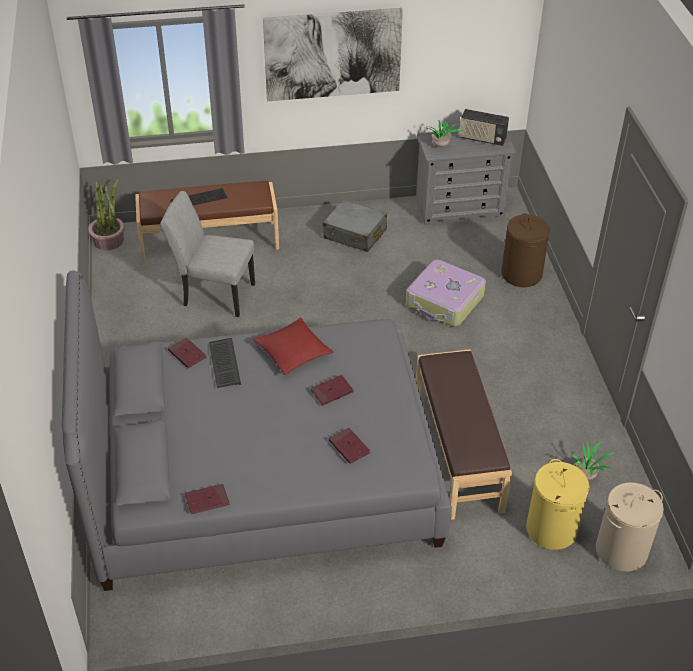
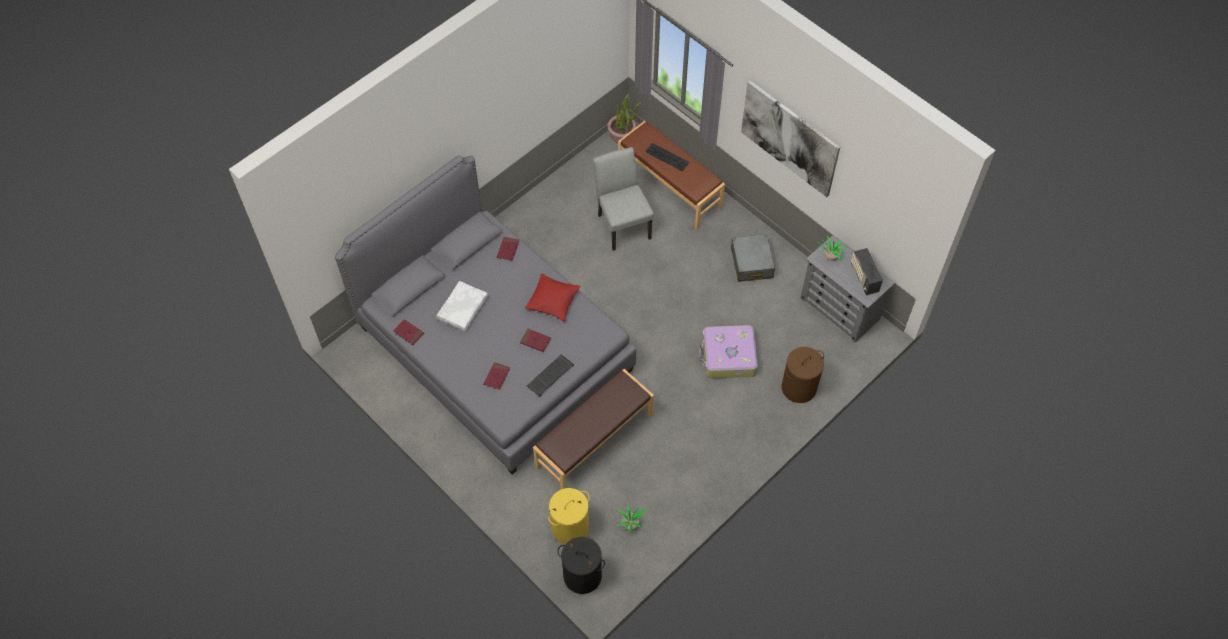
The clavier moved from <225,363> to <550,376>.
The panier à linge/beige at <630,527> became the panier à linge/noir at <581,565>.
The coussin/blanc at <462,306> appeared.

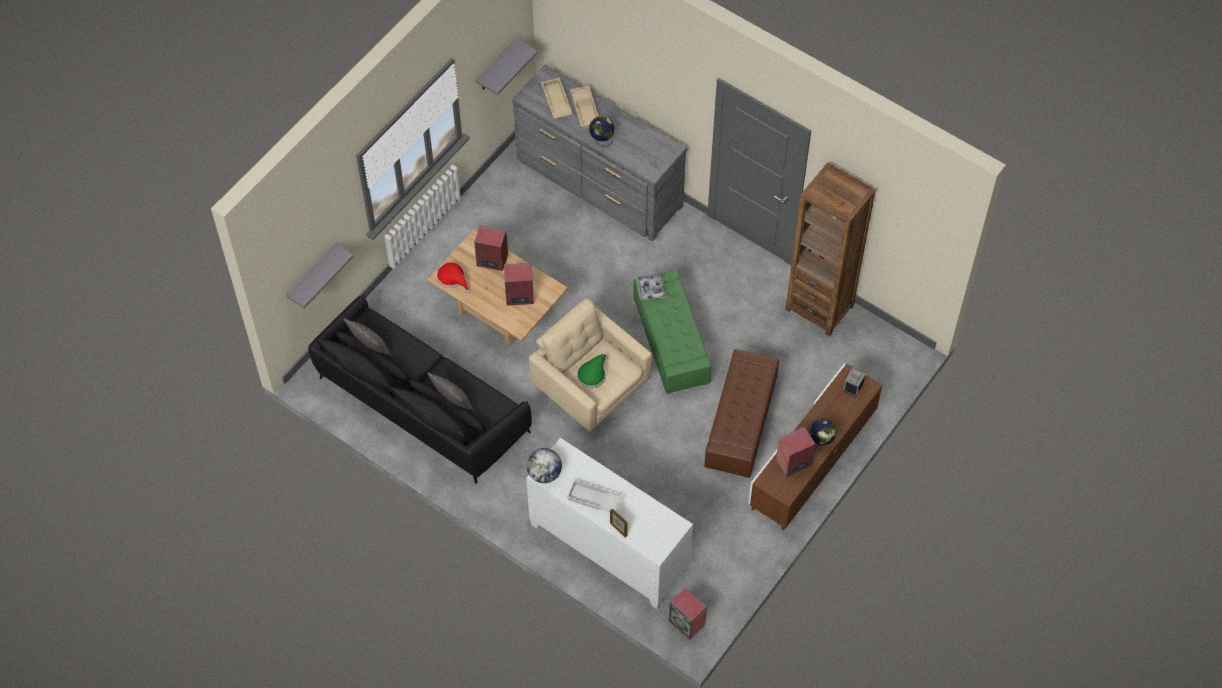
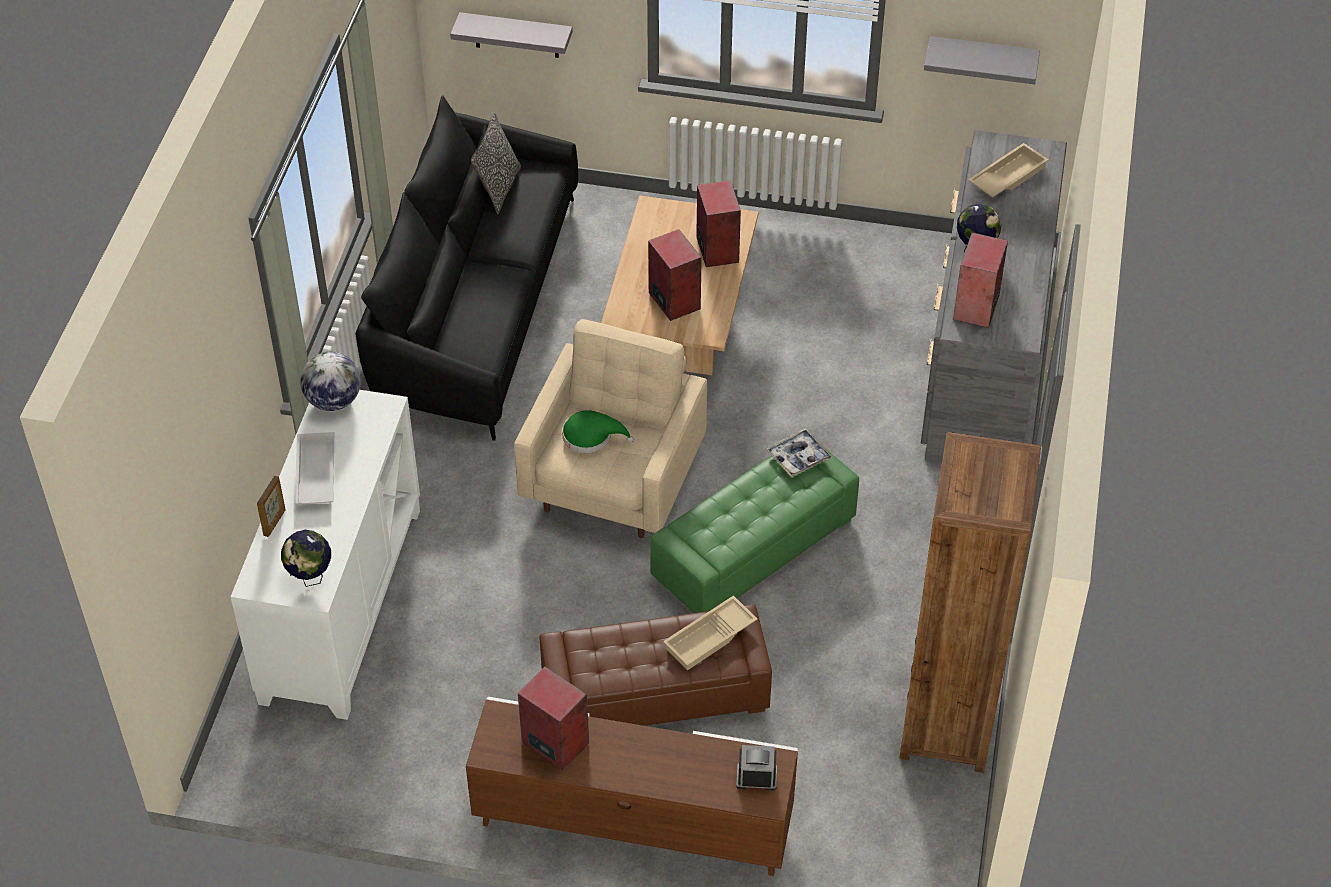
The plateau/beige moved from <584,108> to <710,632>.
The chapeau/rouge at <453,278> disappeared.
The coussin at <451,392> disappeared.
The globe moved from <823,431> to <306,558>.
The enceinte moved from <688,614> to <980,280>.

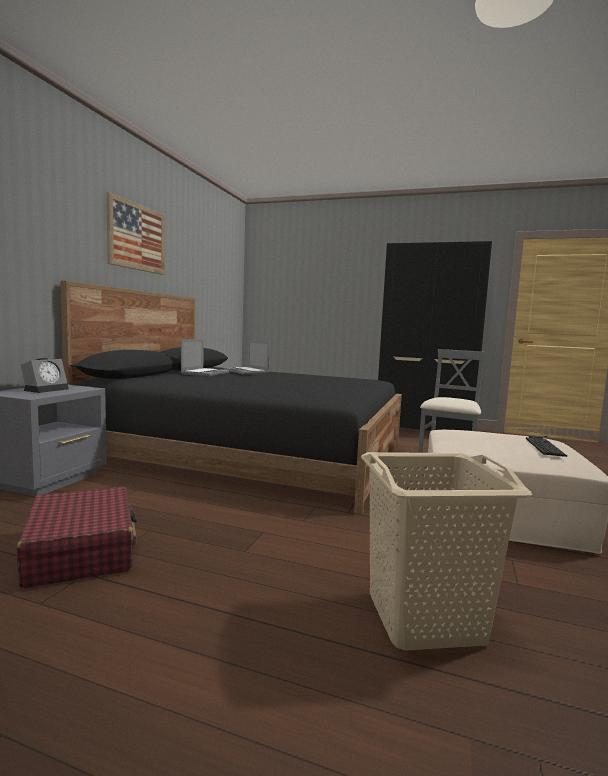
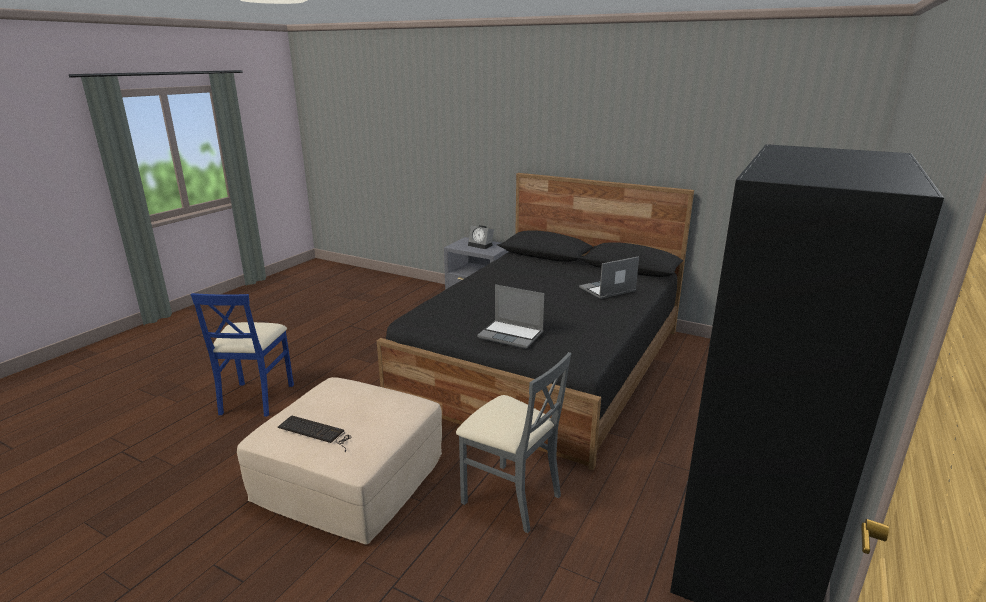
The tableau at <135,233> disappeared.
The ordinateur portable moved from <205,357> to <510,316>.
The panier à linge/beige at <446,551> was replaced by the chaise/bleu at <242,354>.
The valise/rouge at <77,537> disappeared.

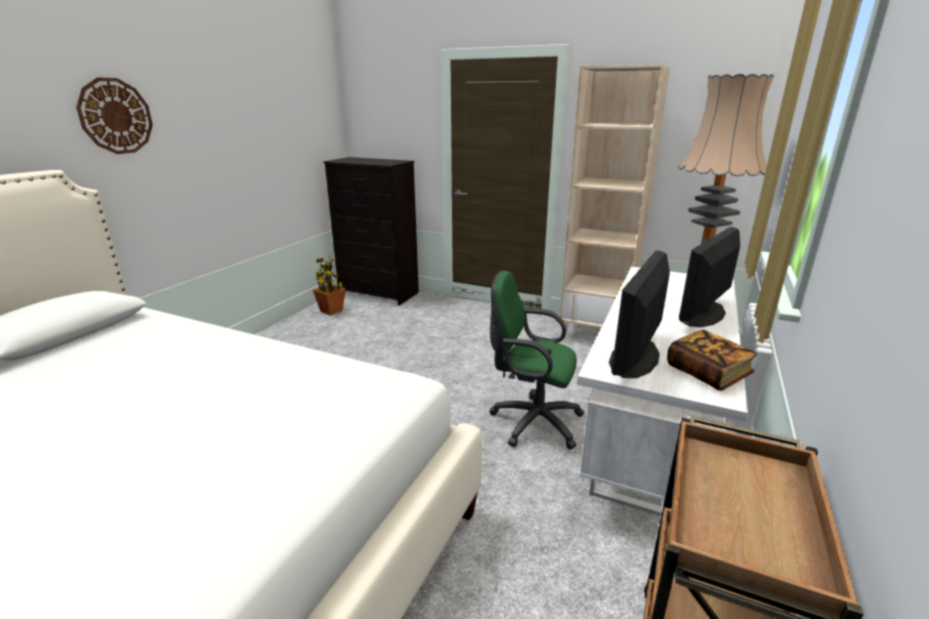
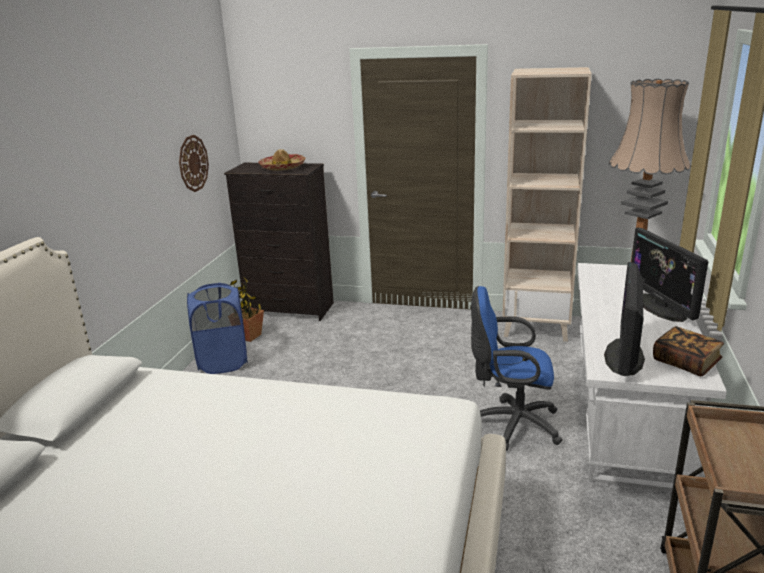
The horloge murale moved from <114,115> to <194,163>.
The écran d'ordinateur at <709,277> turned 45 degrees counterclockwise.
The chaise de bureau/vert at <536,360> became the chaise de bureau/bleu at <517,368>.
The chapeau at <282,159> appeared.
The panier à linge/bleu at <217,328> appeared.

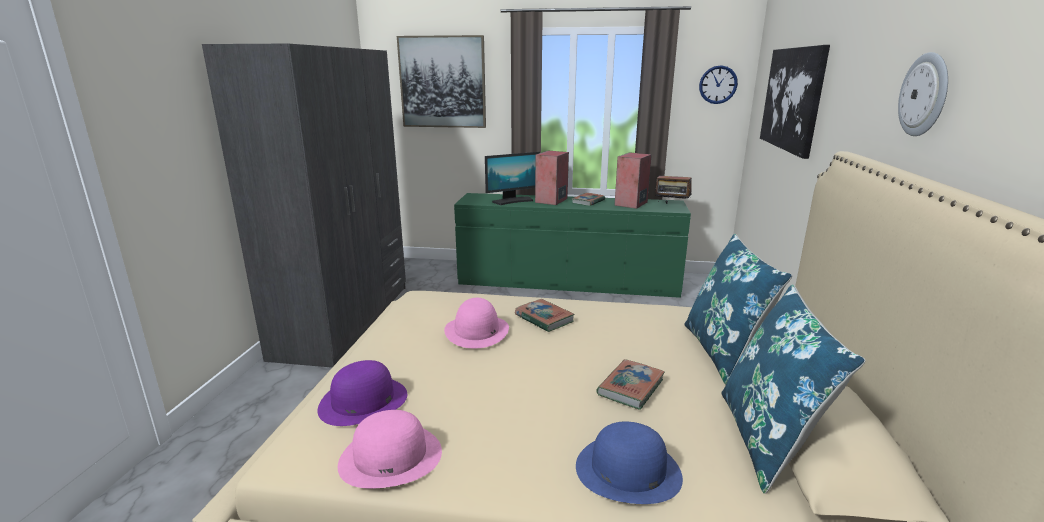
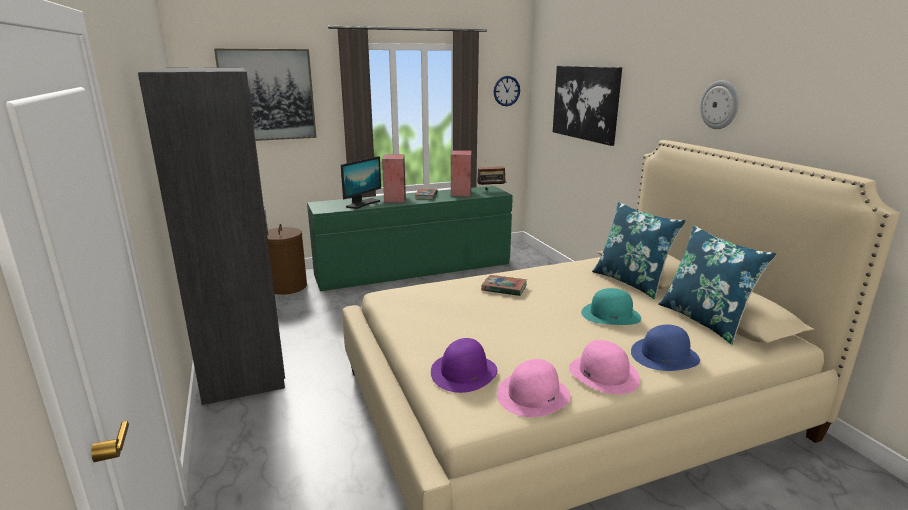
The chapeau/rose moved from <476,323> to <604,367>.
The livre at <630,384> was replaced by the chapeau/turquoise at <611,306>.
The panier à linge/marron at <287,259> appeared.

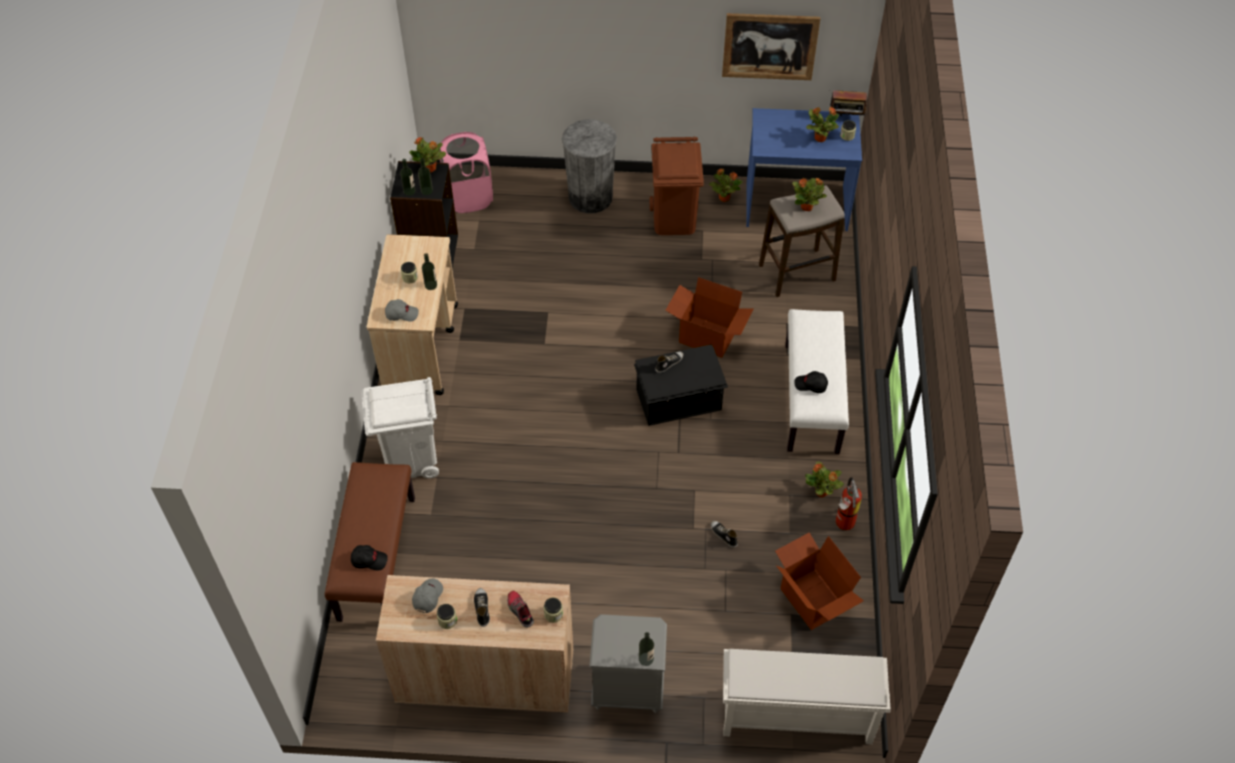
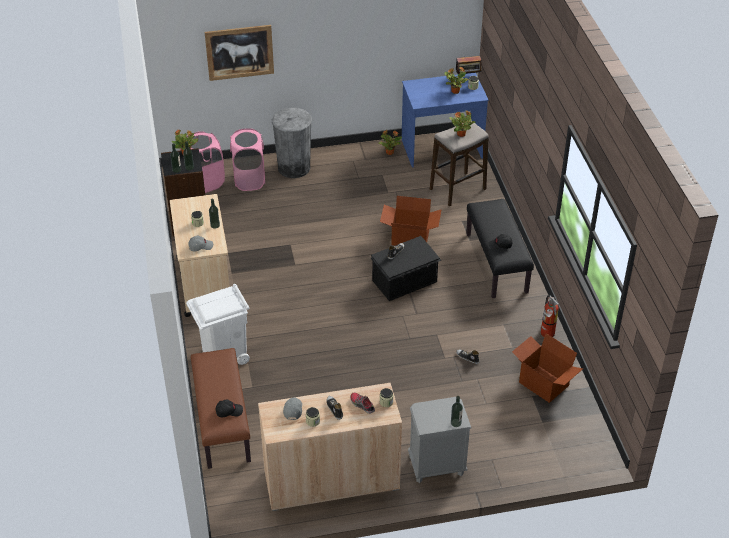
The tableau moved from <771,46> to <239,53>.
The poubelle/marron at <676,185> disappeared.
The banc/blanc at <817,381> became the banc/noir at <500,248>.
The plante en pot at <824,480> disappeared.
The étagère à chaussures/blanc at <807,696> disappeared.
The panier à linge/rose at <247,159> appeared.

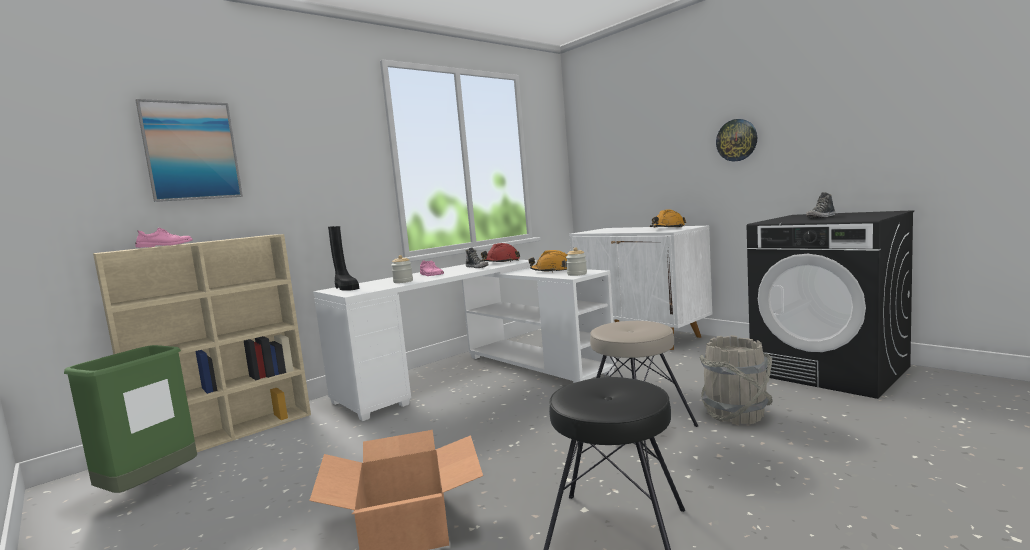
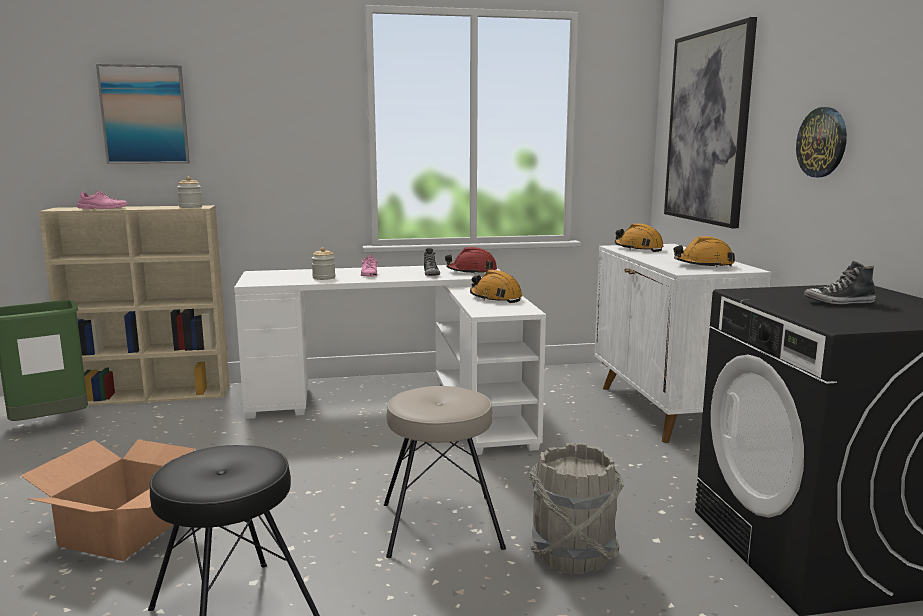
The botte/noir at <343,258> disappeared.
The bocal moved from <576,262> to <189,192>.
The tableau at <710,122> appeared.
The casque de chantier/orange at <639,237> appeared.

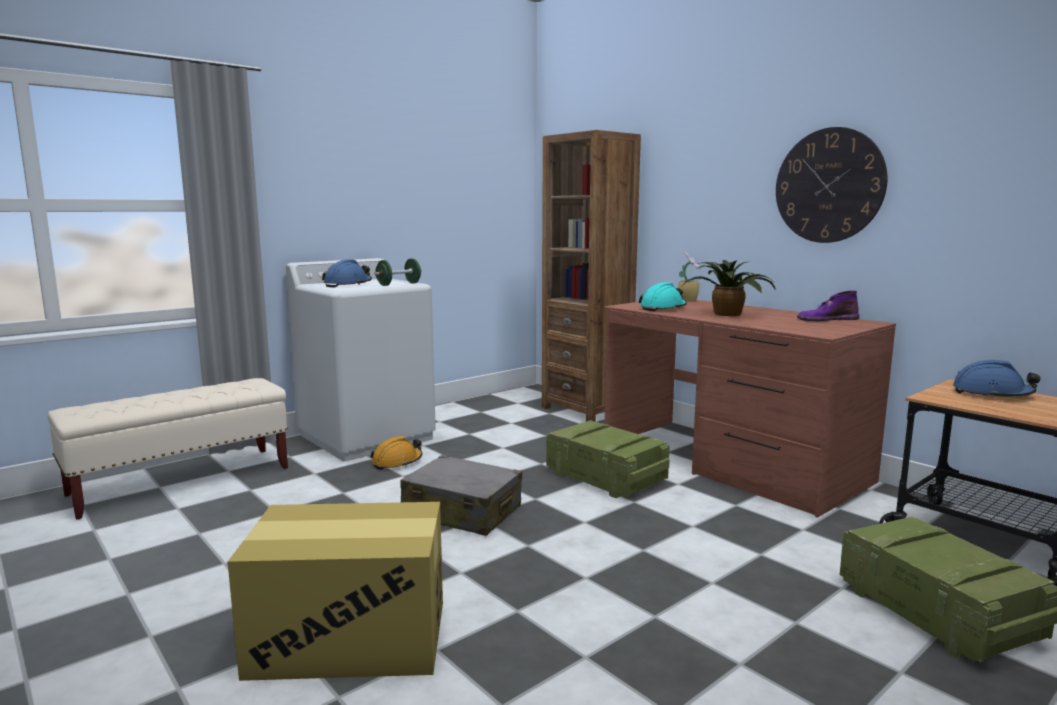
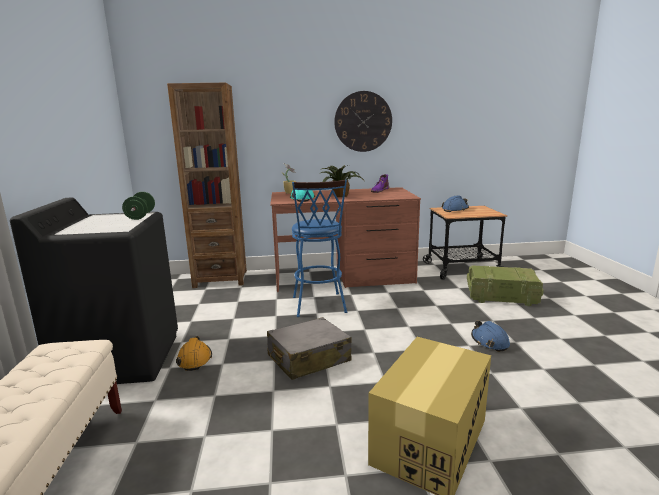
The lave-linge/blanc at <361,359> became the lave-linge/noir at <94,291>.
The casque de chantier/bleu moved from <347,273> to <490,336>.
The caisse at <608,459> was replaced by the tabouret/bleu at <319,248>.

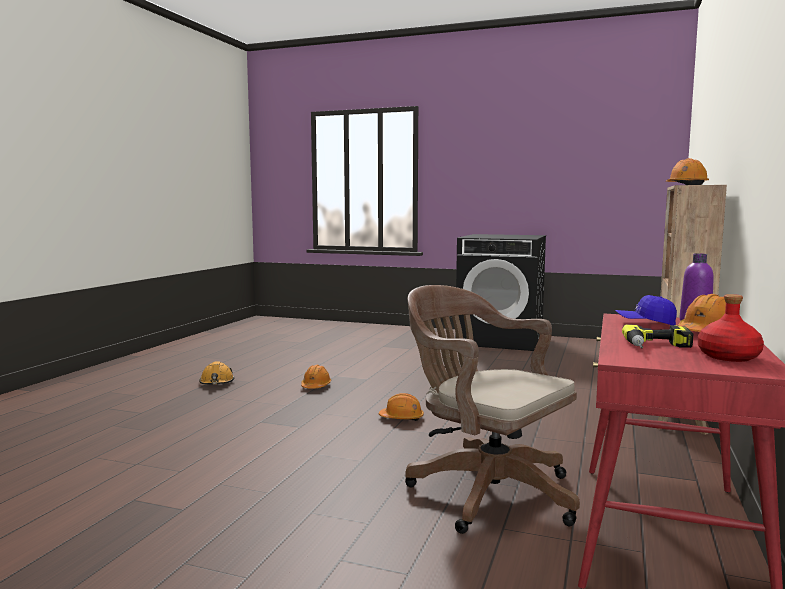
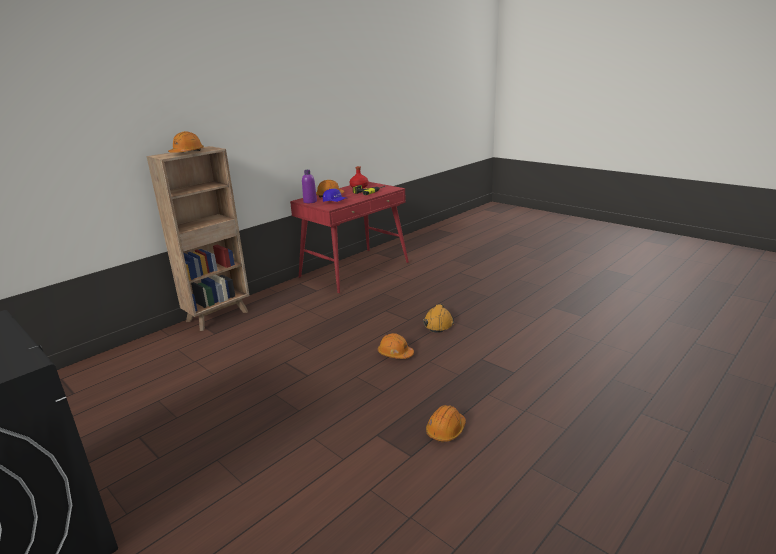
The chaise de bureau/marron at <492,409> disappeared.
The casque de chantier/orange moved from <216,372> to <438,318>.

